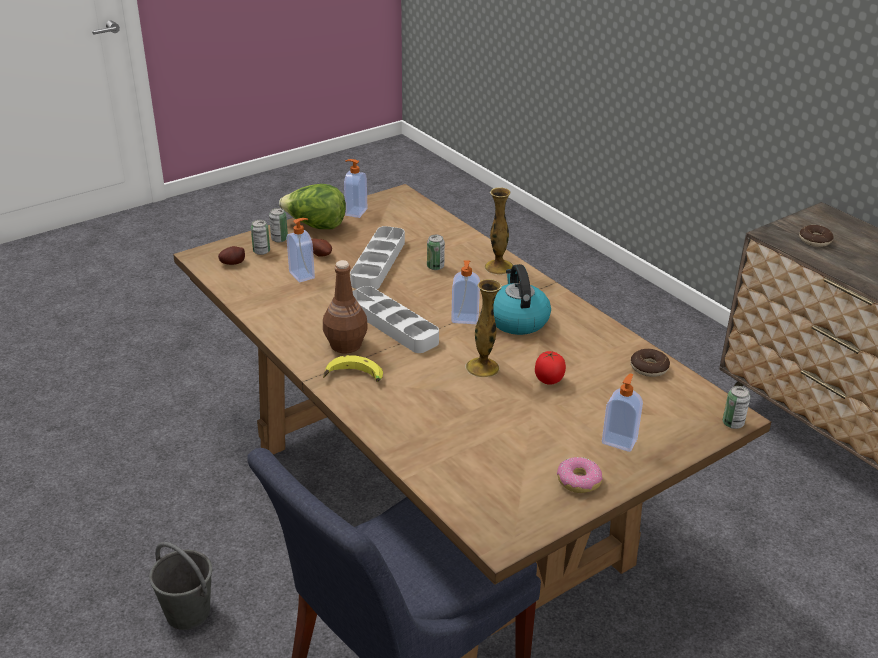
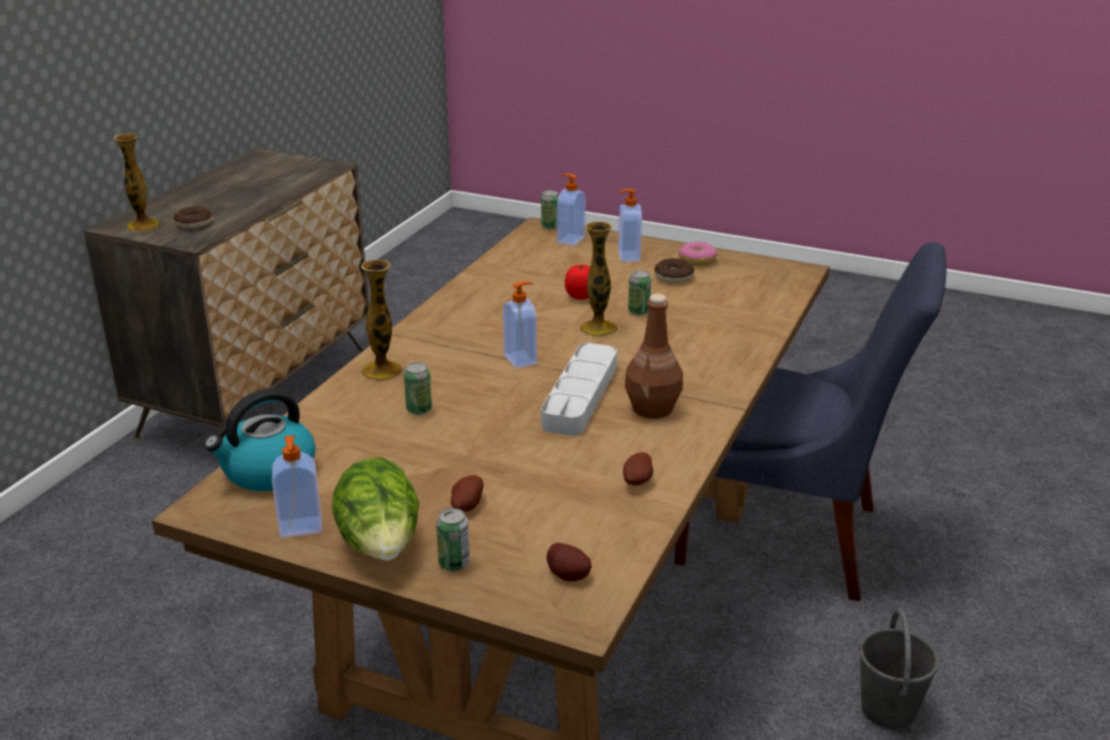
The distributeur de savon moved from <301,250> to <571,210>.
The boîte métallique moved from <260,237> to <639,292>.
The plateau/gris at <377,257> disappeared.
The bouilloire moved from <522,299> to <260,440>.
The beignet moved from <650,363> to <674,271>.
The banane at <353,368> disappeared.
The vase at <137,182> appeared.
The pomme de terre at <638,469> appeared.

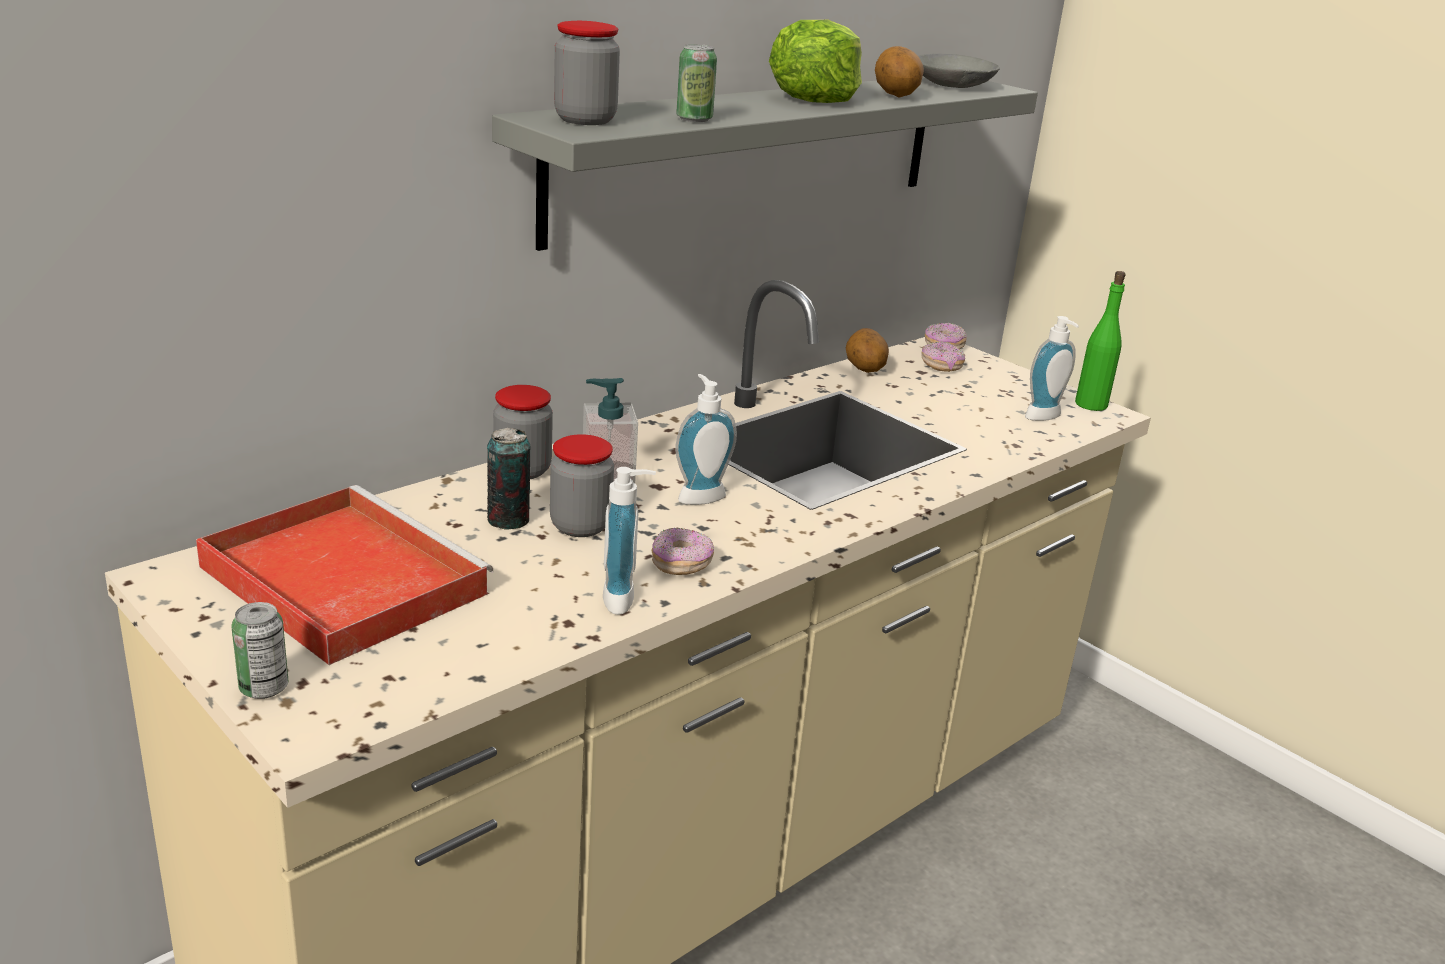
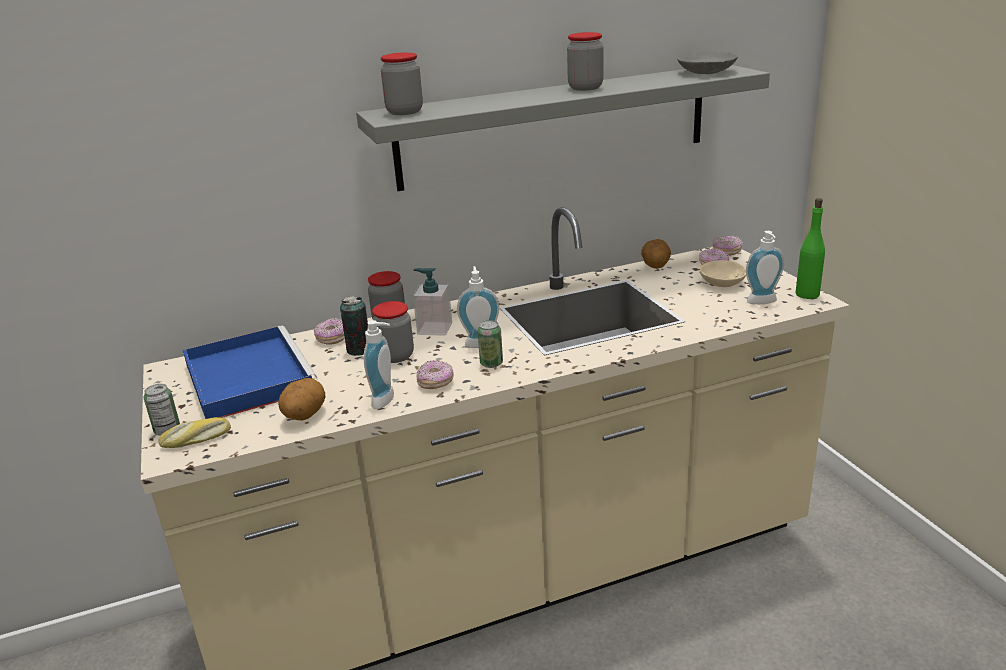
The laitue at <815,61> was replaced by the bocal at <585,61>.
The boîte métallique moved from <696,83> to <490,344>.
The pomme de terre moved from <899,71> to <301,399>.
The plateau/rouge at <345,575> became the plateau/bleu at <250,372>.
The bol/beige at <723,273> appeared.
The beignet at <329,331> appeared.
The pain at <194,432> appeared.

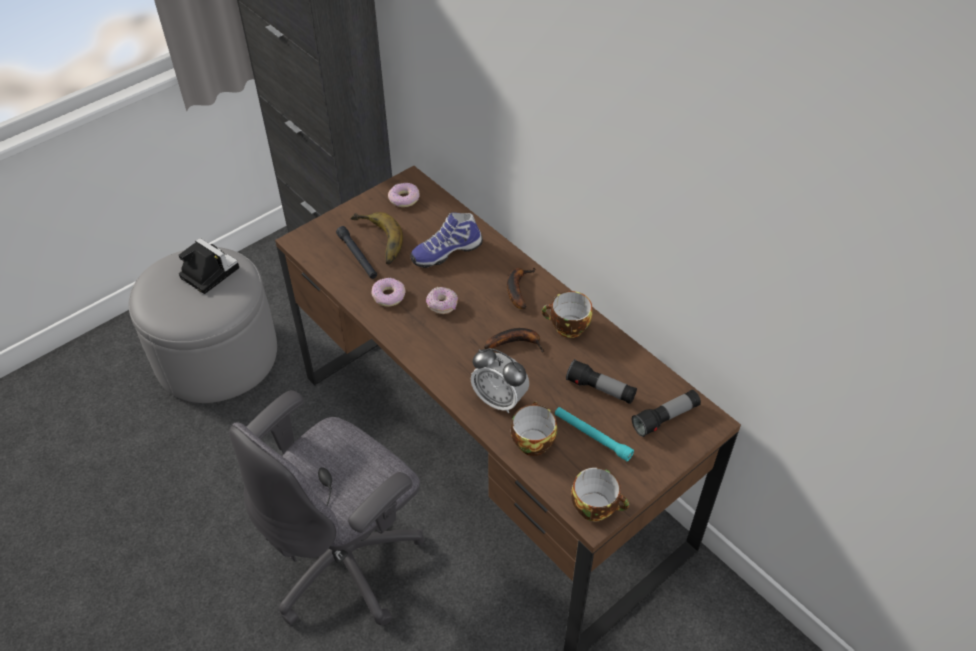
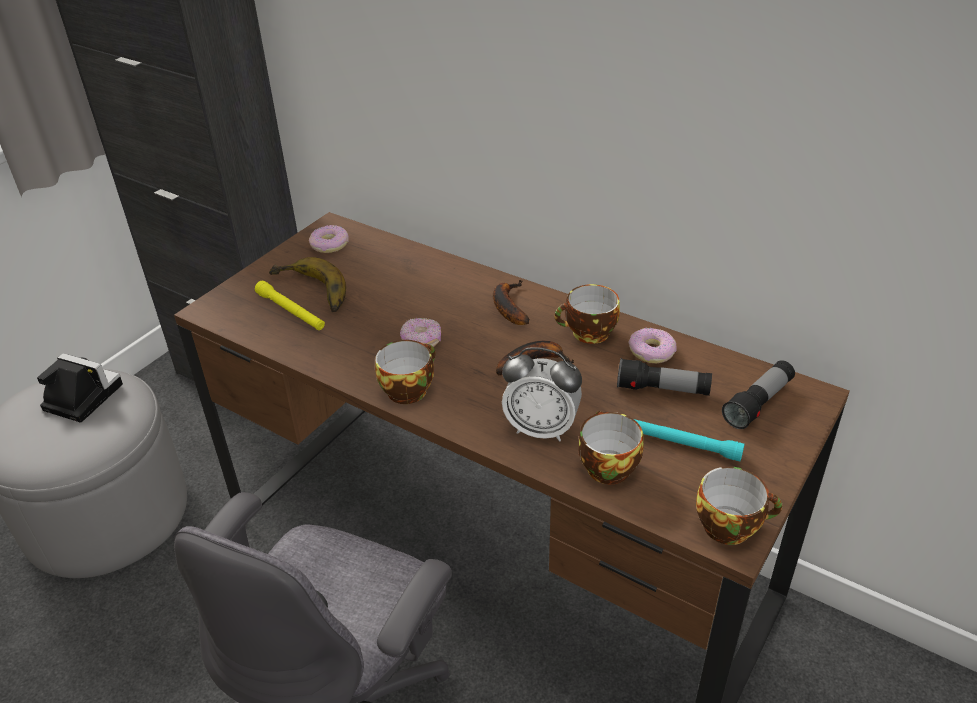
The chaussure at <446,240> disappeared.
The lampe de poche/noir at <356,252> became the lampe de poche/jaune at <290,305>.
The beignet moved from <388,292> to <652,345>.
The tasse at <405,372> appeared.

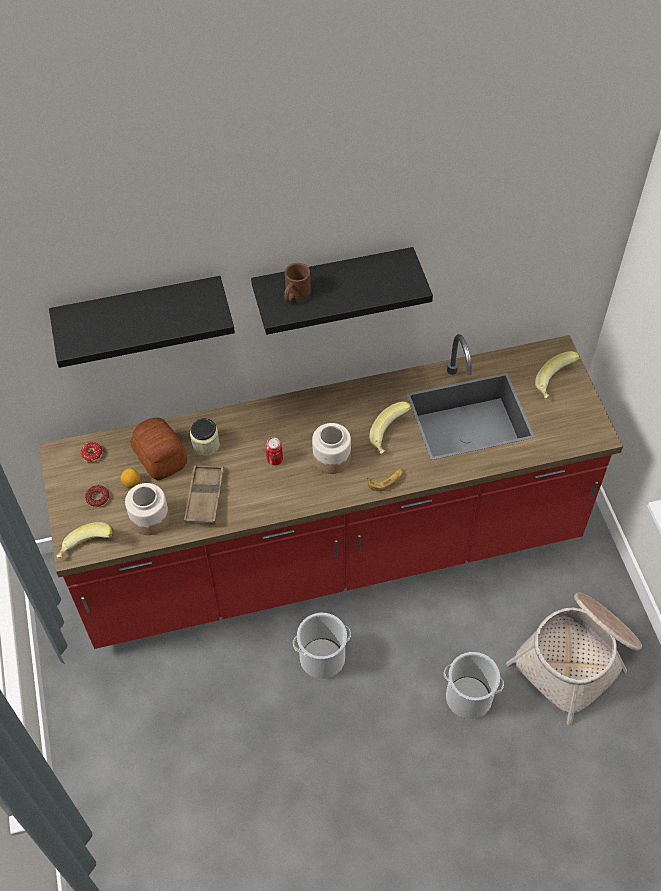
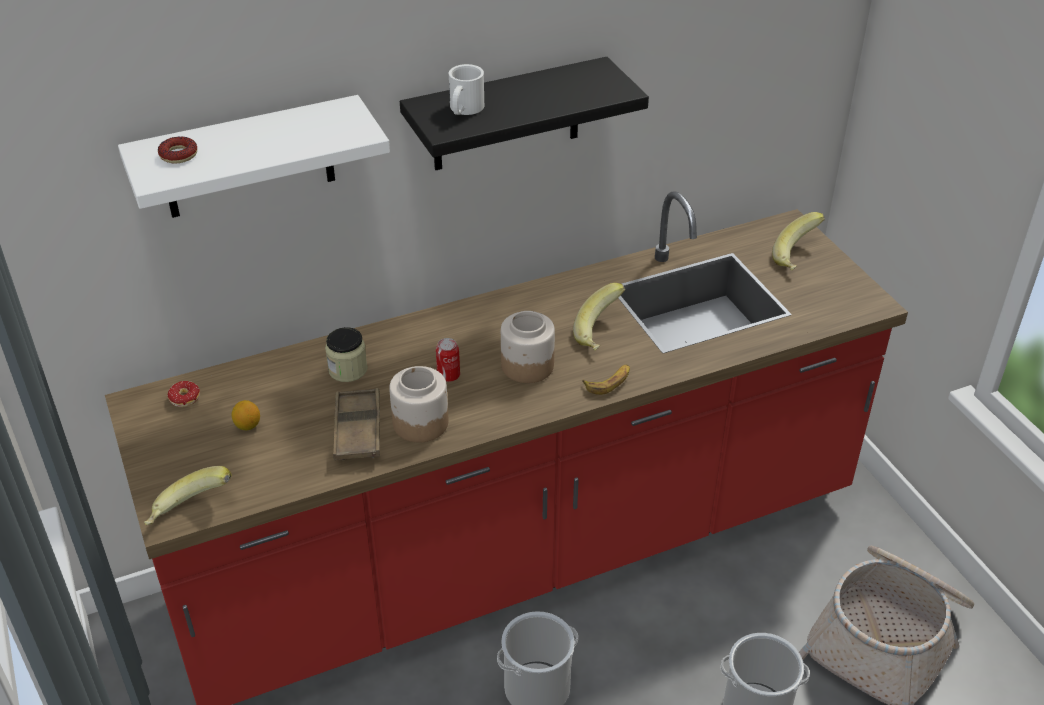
The mug/marron at <297,282> became the mug/blanc at <466,89>.
The étagère/noir at <142,322> became the étagère/blanc at <254,156>.
The pain at <159,449> disappeared.
The bocal moved from <147,509> to <418,404>.
The beignet moved from <97,496> to <177,149>.

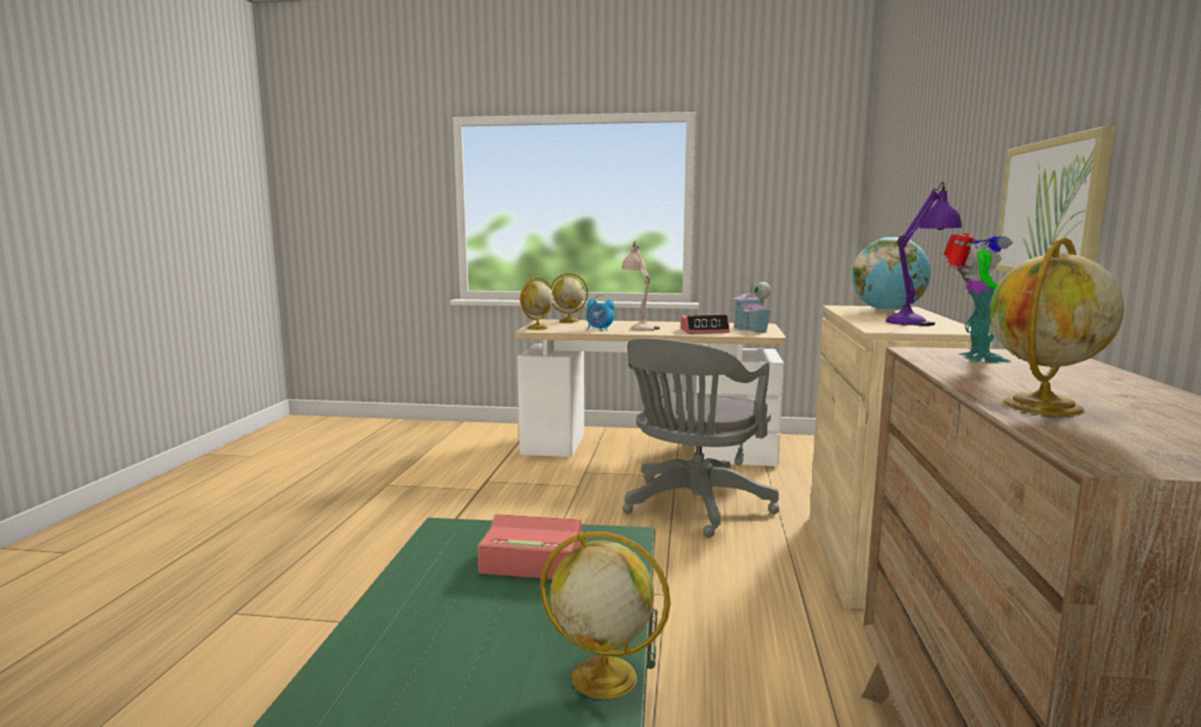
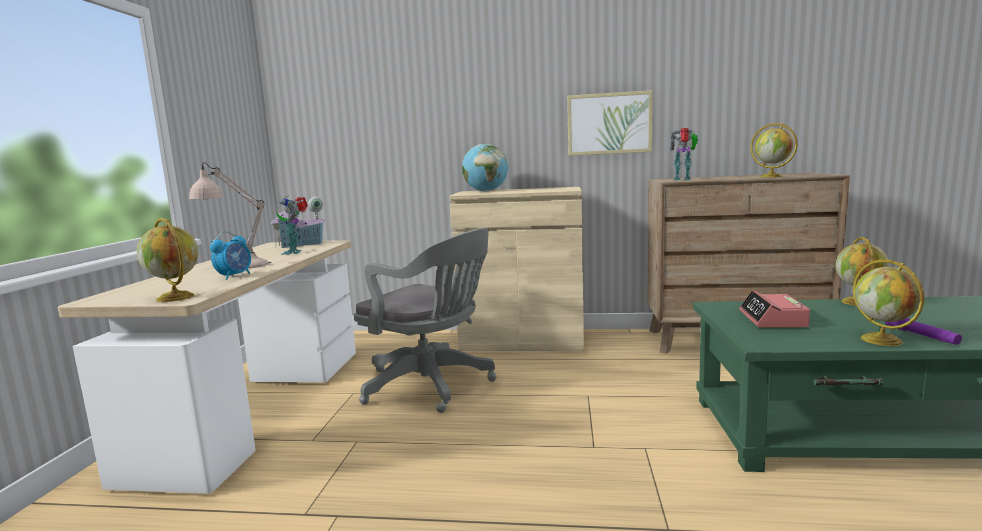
The lampe de table/violet at <924,254> disappeared.
The globe moved from <569,298> to <888,302>.
The réveil at <705,324> was replaced by the robot jouet at <292,226>.
The lampe de poche/violet at <923,331> appeared.

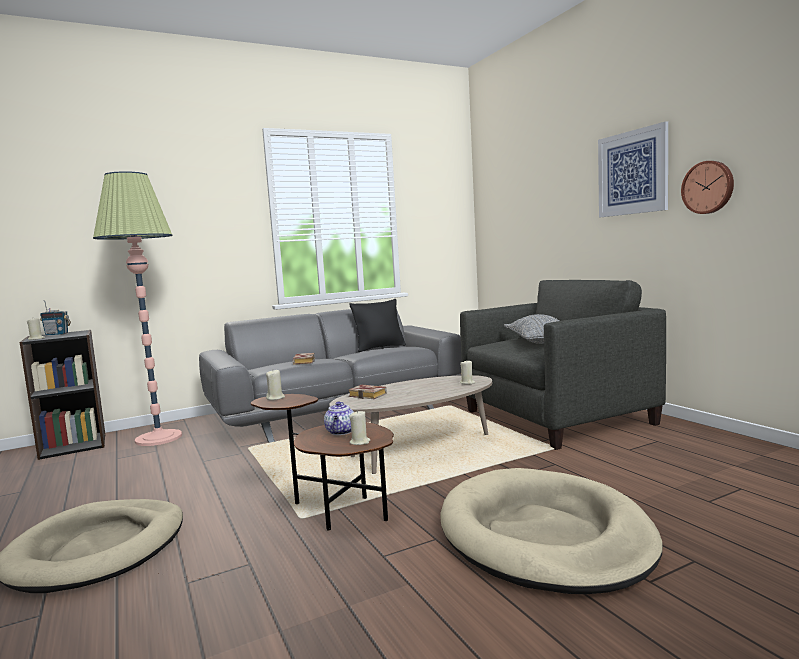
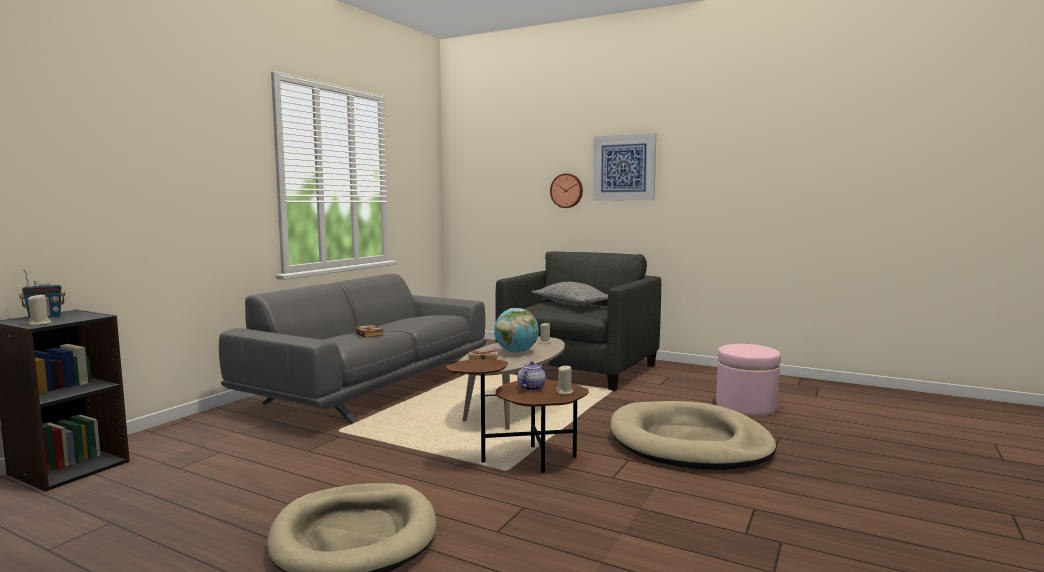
The horloge murale moved from <707,187> to <566,190>.
The lampadaire at <137,308> disappeared.
The coussin/noir at <377,325> disappeared.
The bougie/beige at <275,385> disappeared.
The théière at <339,418> turned 120 degrees counterclockwise.
The globe at <516,330> appeared.
The pouf/rose at <748,380> appeared.

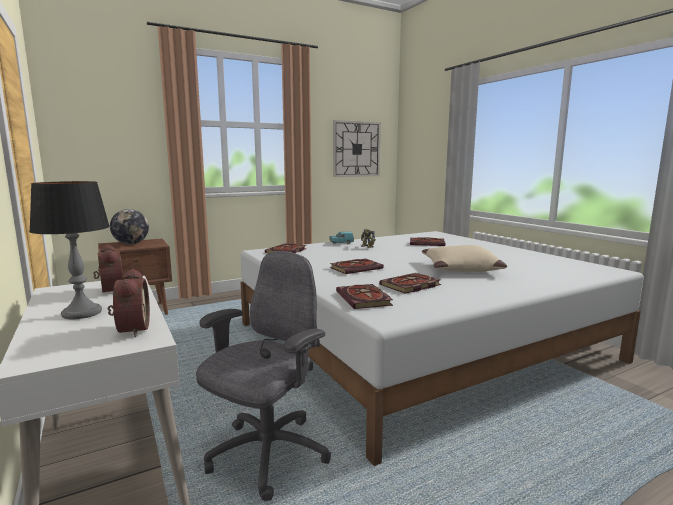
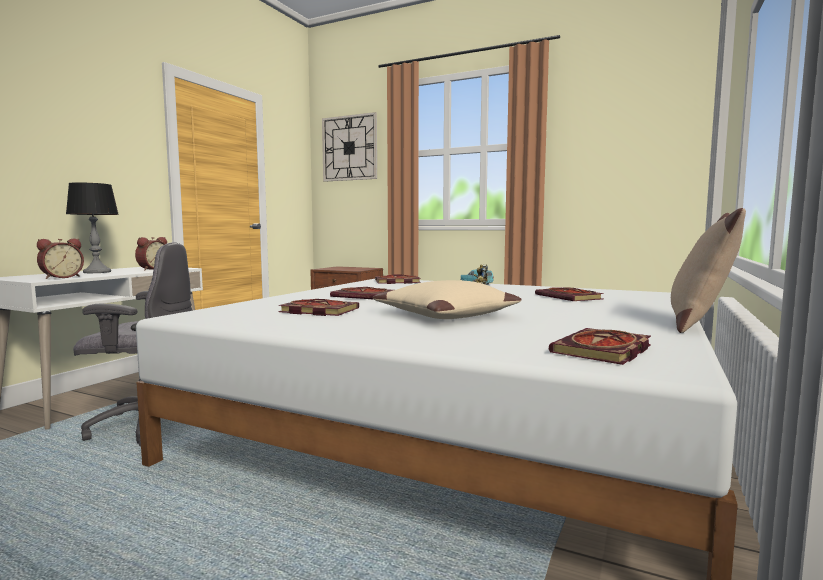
The horloge murale moved from <357,148> to <349,147>.
The globe at <129,226> disappeared.
The livre moved from <364,296> to <600,346>.
The coussin/beige at <708,270> appeared.

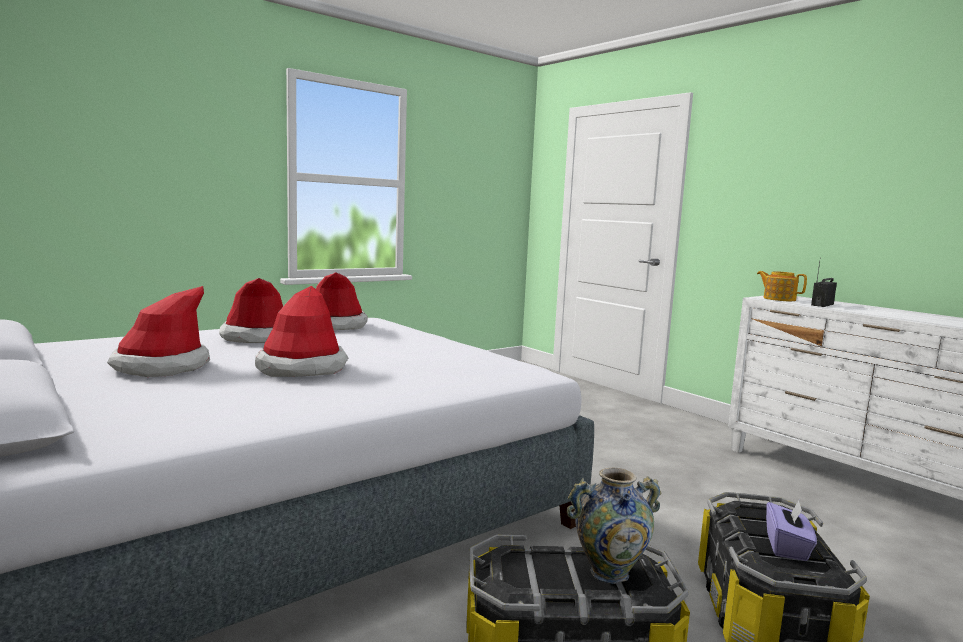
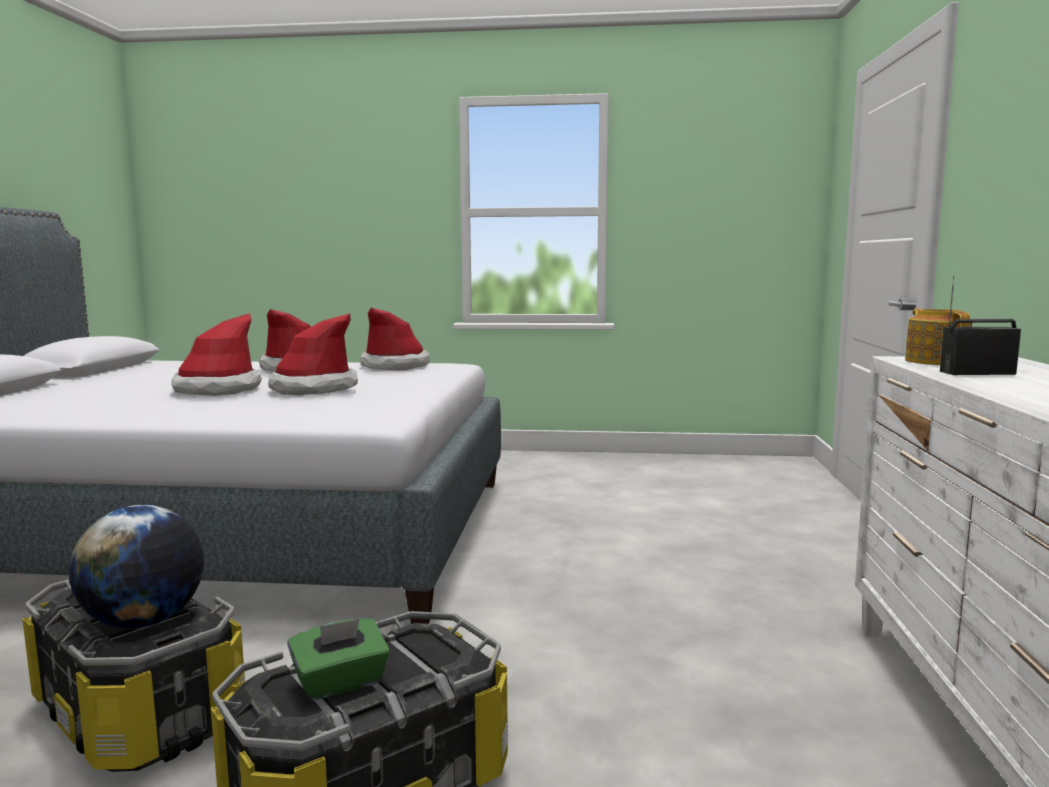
The chapeau moved from <158,331> to <313,354>.
The vase at <614,525> was replaced by the globe at <136,567>.
The boîte à mouchoirs/violet at <791,530> became the boîte à mouchoirs/vert at <338,659>.

